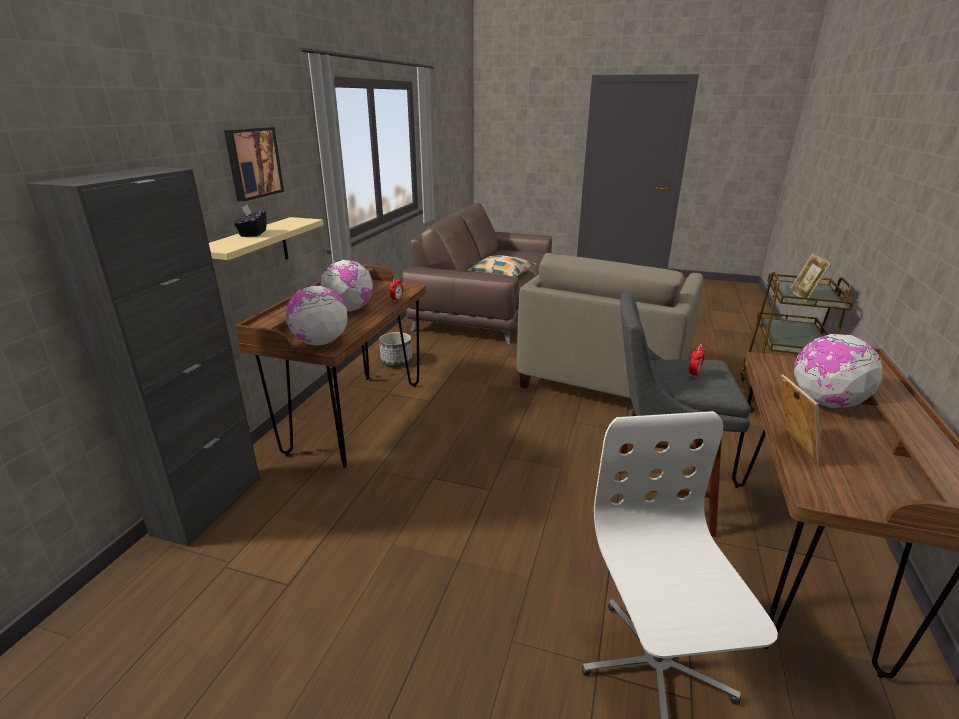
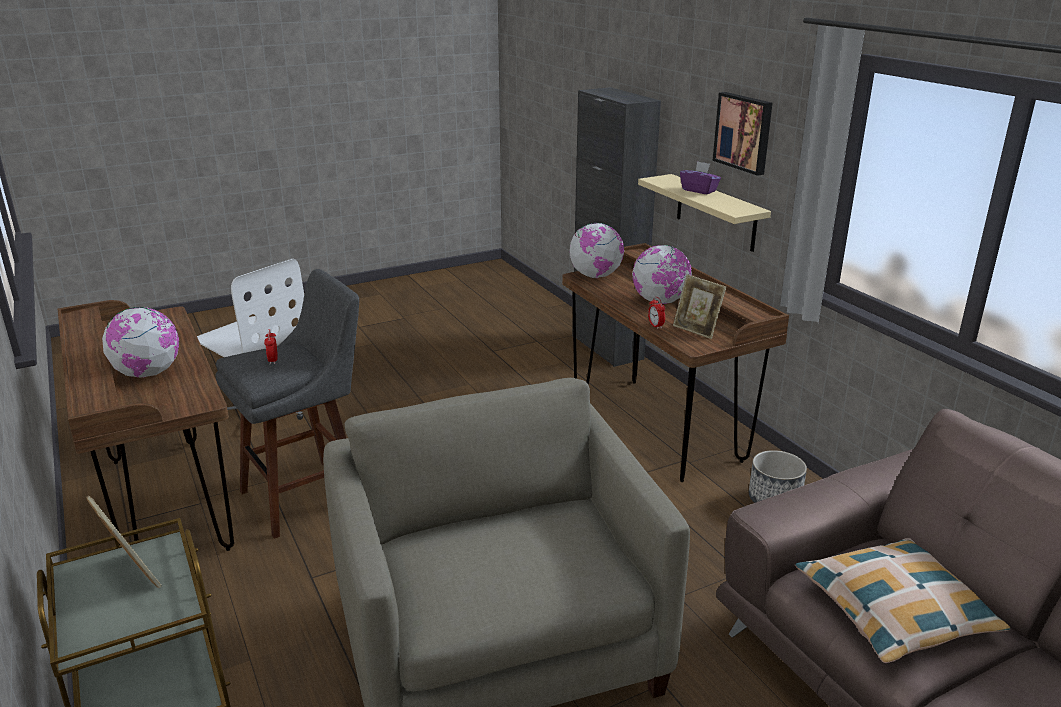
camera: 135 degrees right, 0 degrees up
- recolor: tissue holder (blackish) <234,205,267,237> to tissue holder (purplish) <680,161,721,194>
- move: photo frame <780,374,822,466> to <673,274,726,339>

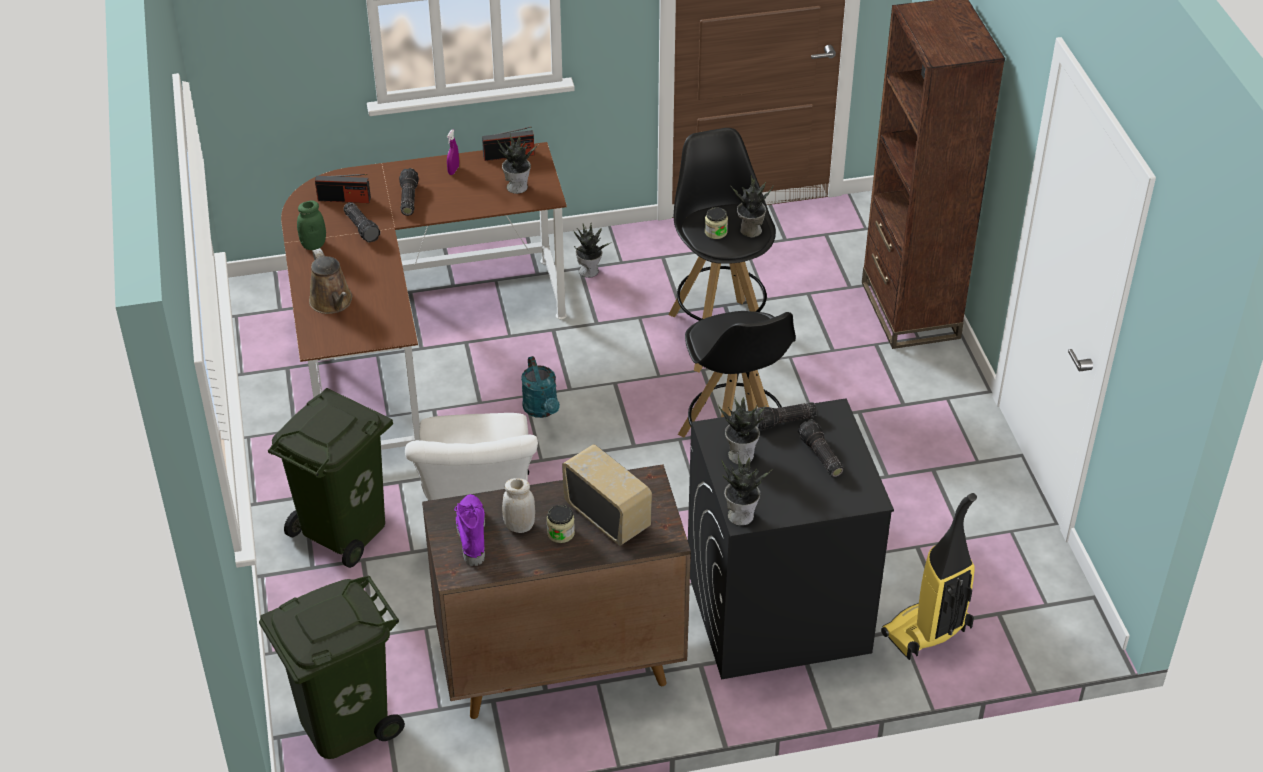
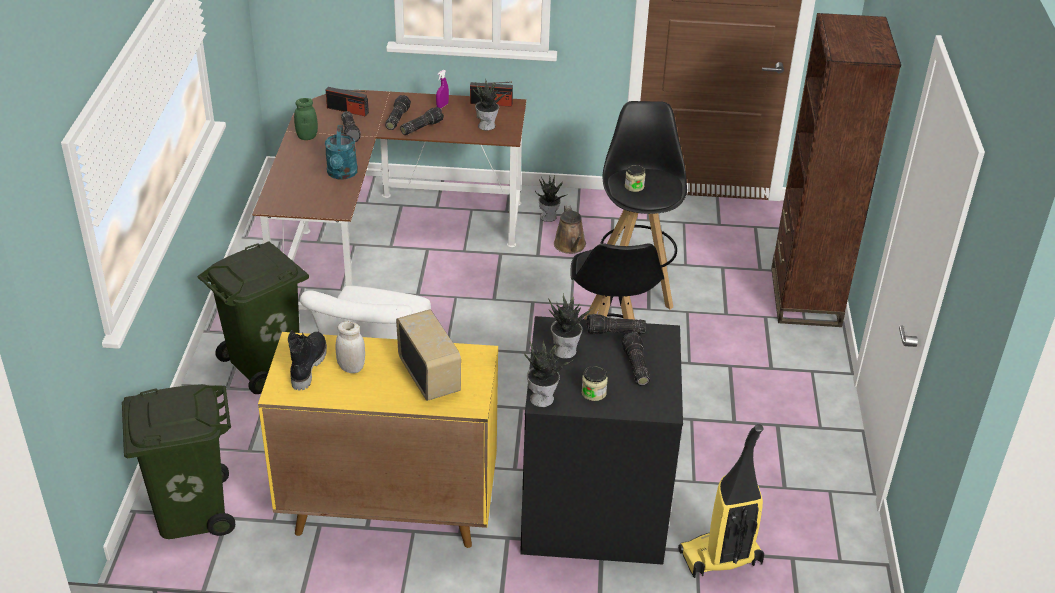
camera: 15 degrees right, 5 degrees down
- move: watering pot (brownish) <309,248,352,314> to <554,205,586,254>
- recolor: storage cabinet (brownish) <422,464,691,719> to storage cabinet (yellow) <258,332,498,548>
- recolor: boot (purplish) <454,494,485,566> to boot (blackish) <288,330,327,391>
- move: watering pot (blue-green) <521,356,560,418> to <325,125,358,180>
- move: jar <546,505,575,543> to <581,366,608,401>
- delete: potted plant <731,175,774,237>
- insert: torch <400,107,444,135>

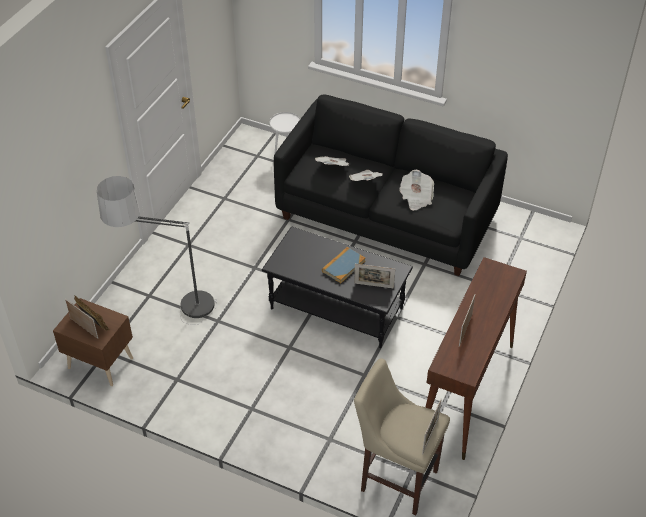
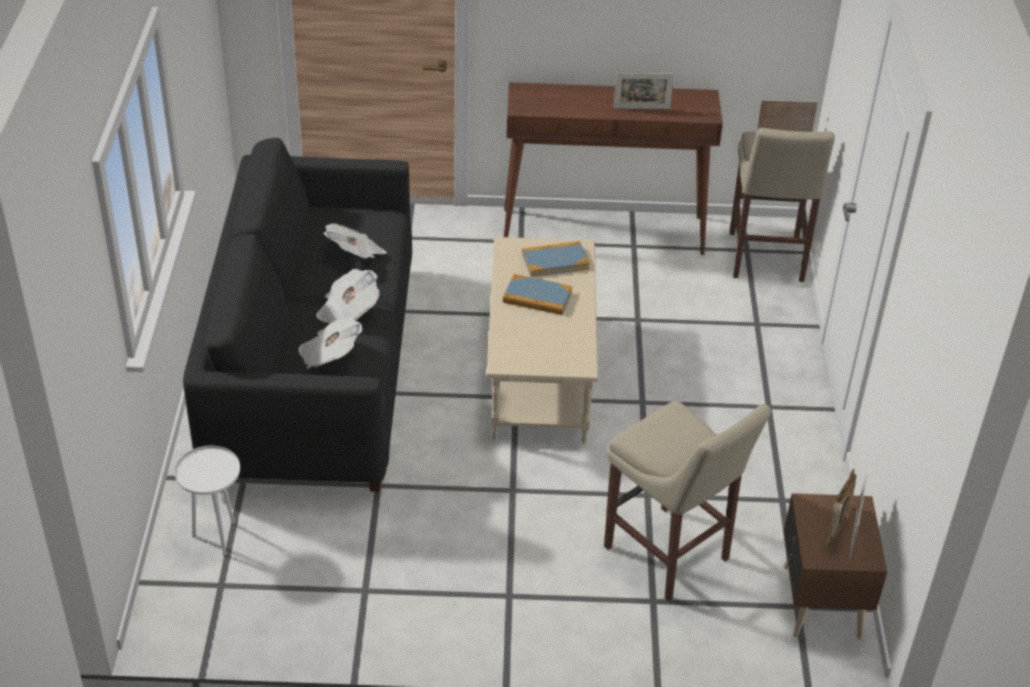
camera: 115 degrees left, 5 degrees down
- replace: standing lamp <97,176,217,325> to sitting stool (beige) <604,400,771,601>
- recolor: low table (blackish) <262,226,413,348> to low table (beige) <487,237,598,444>
- replace: photo frame <354,264,395,289> to book <522,241,590,277>

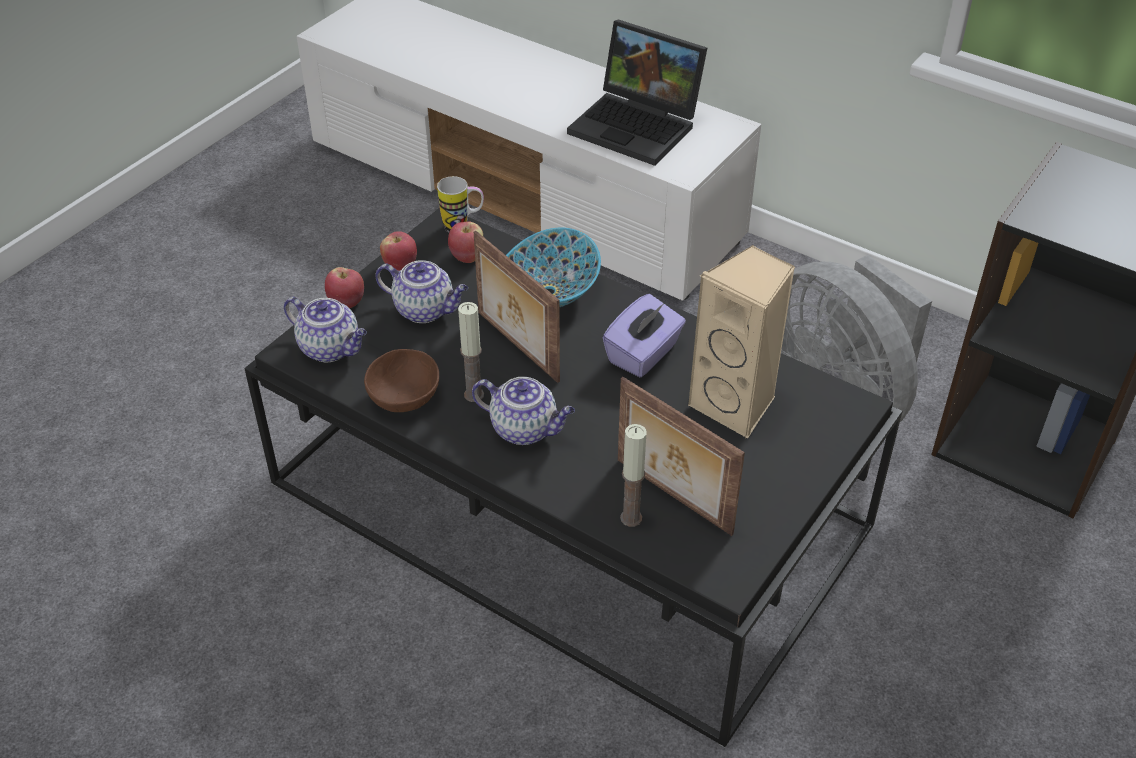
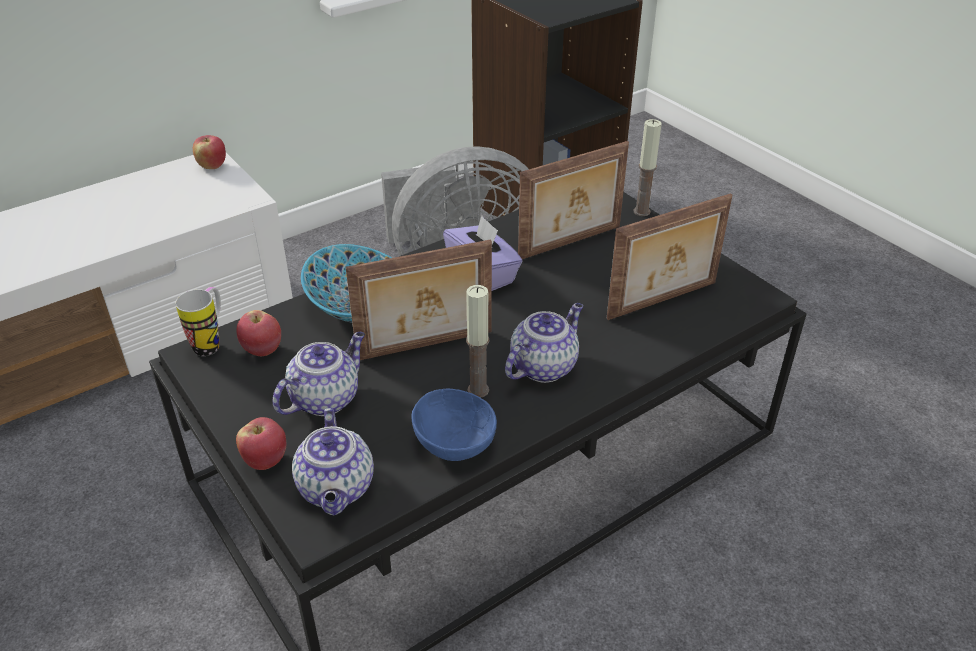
camera: 70 degrees left, 5 degrees down
- rotate: tea pot <284,297,367,363> = <292,408,374,515> 120 degrees clockwise
- recolor: serving bowl (brownish) <364,349,439,412> to serving bowl (bluish) <411,388,497,461>
- move: apple <380,231,417,271> to <193,135,226,169>
- delete: portable computer <567,19,707,166>
- move: wax candle <620,424,647,527> to <634,119,662,216>
- replace: loudspeaker (beige) <688,245,795,439> to photo frame <518,141,629,259>

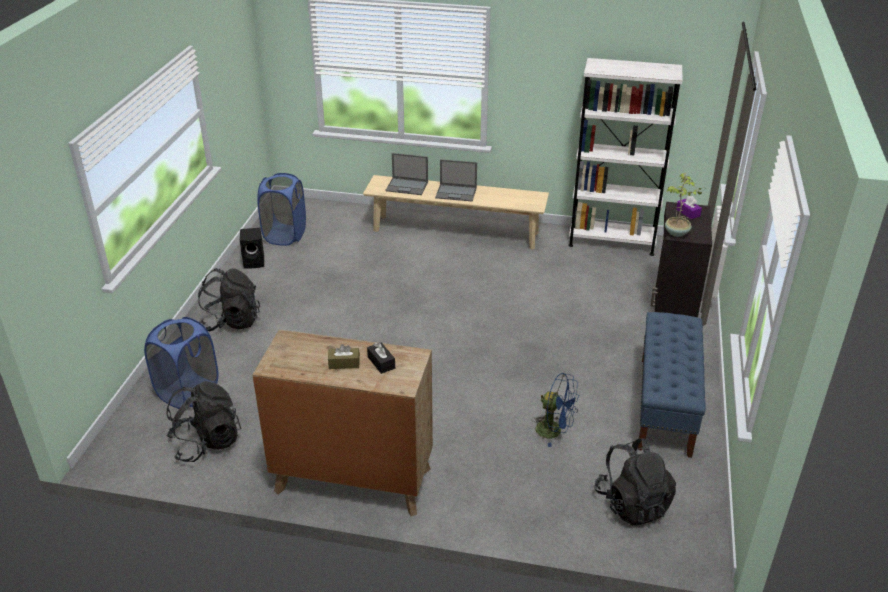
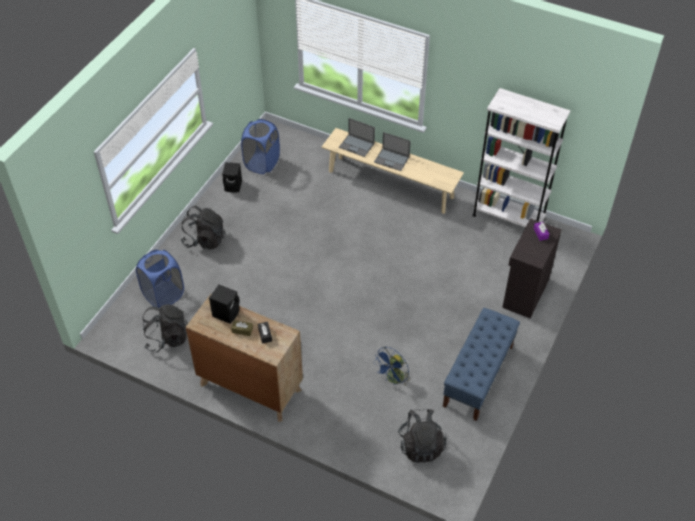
camera: 15 degrees right, 15 degrees up
- rotate: cooling fan (bluish) <532,373,579,447> = <373,346,410,385> 90 degrees clockwise
- delete: potted plant <665,173,706,237>
- insert: loudspeaker (blackish) <209,284,240,324>

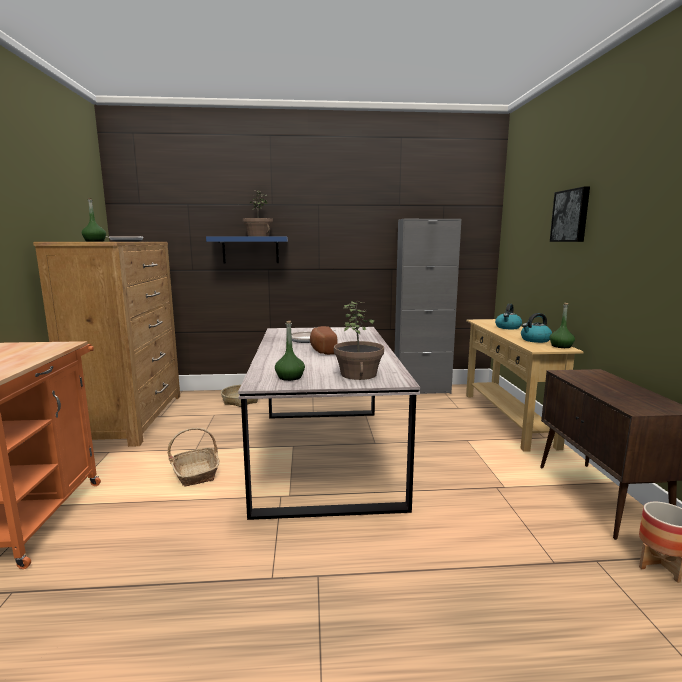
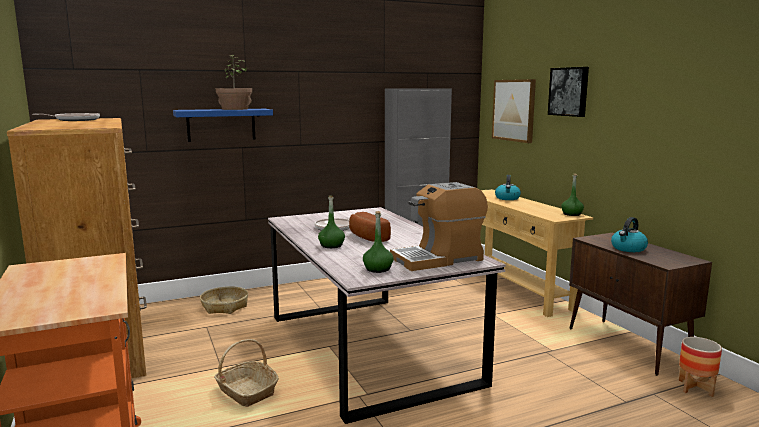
camera: 20 degrees left, 0 degrees up
- move: bottle (green) <82,198,106,241> to <318,196,345,248>
- replace: potted plant <334,301,384,380> to coffee maker <390,182,488,271>
- move: tea kettle <521,313,552,343> to <611,217,648,252>
- insert: picture <492,79,536,143>

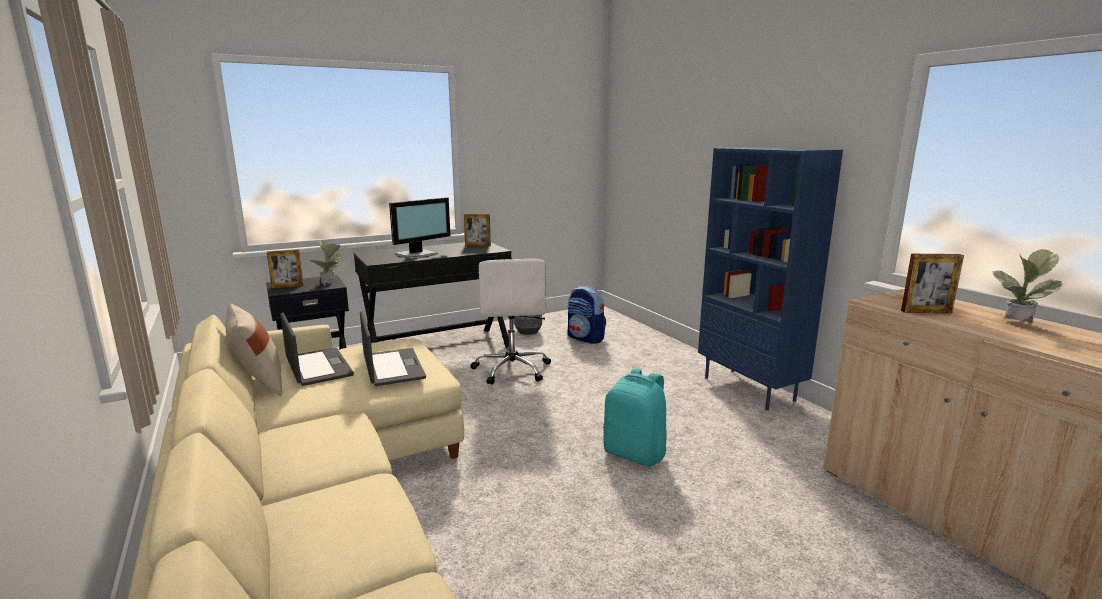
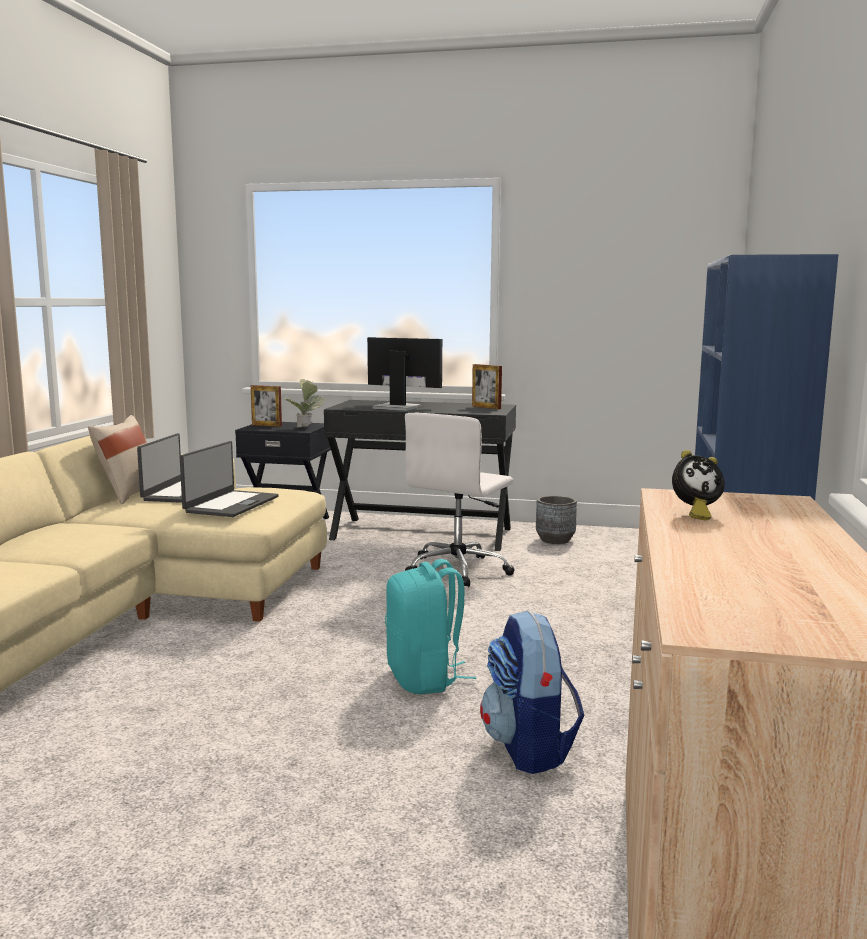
camera: 40 degrees right, 5 degrees down
- rotate: computer screen <389,197,451,259> = <367,337,442,411> 150 degrees counterclockwise
- move: backpack <568,286,606,344> to <480,610,584,774>
- replace: photo frame <901,254,964,313> to table clock <672,450,725,521>
- delete: potted plant <992,249,1063,323>

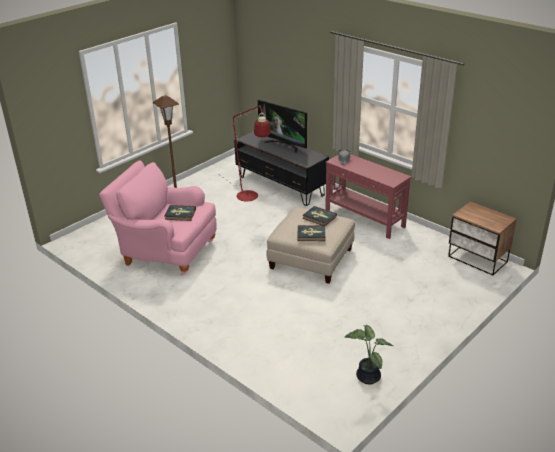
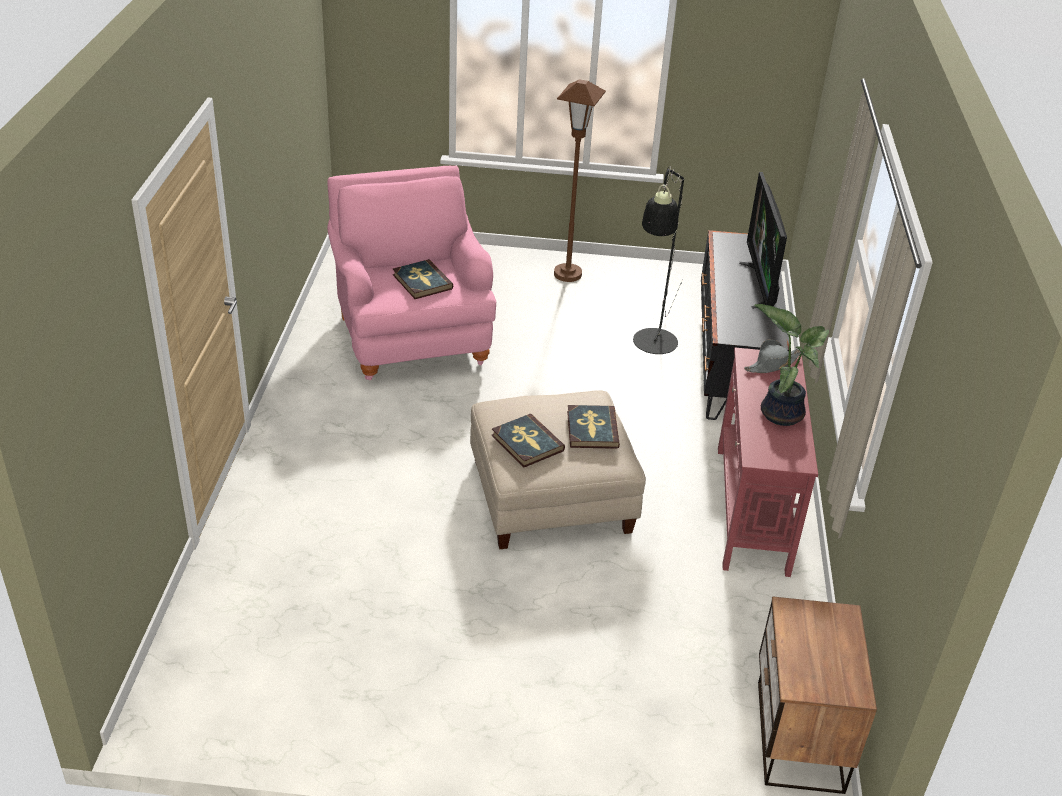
camera: 50 degrees right, 5 degrees up
- recolor: standing lamp (red-coloured) <217,105,271,201> to standing lamp (blackish) <633,166,685,354>
- move: potted plant <345,325,394,384> to <754,304,829,426>

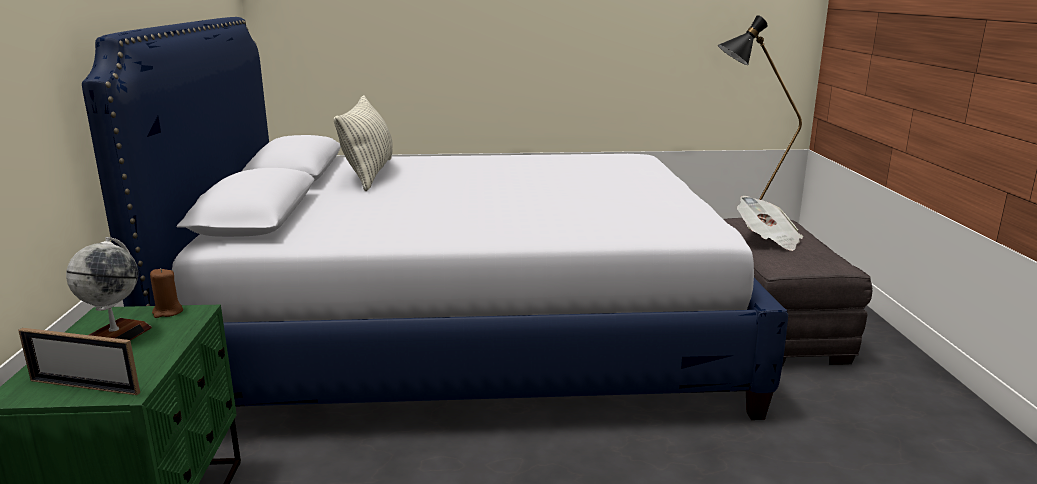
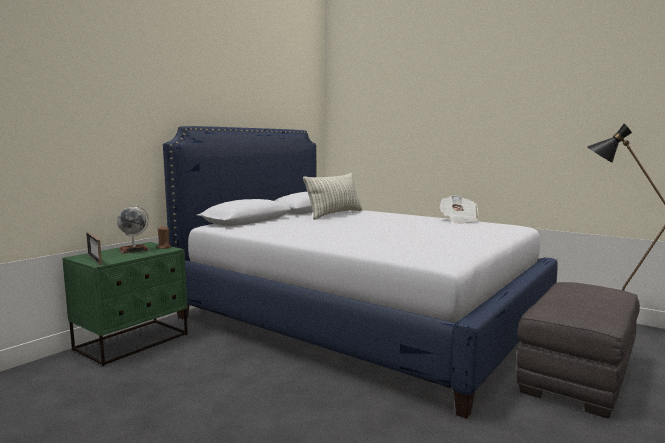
camera: 40 degrees right, 10 degrees down
- move: daily paper <737,196,803,251> to <439,195,479,224>

